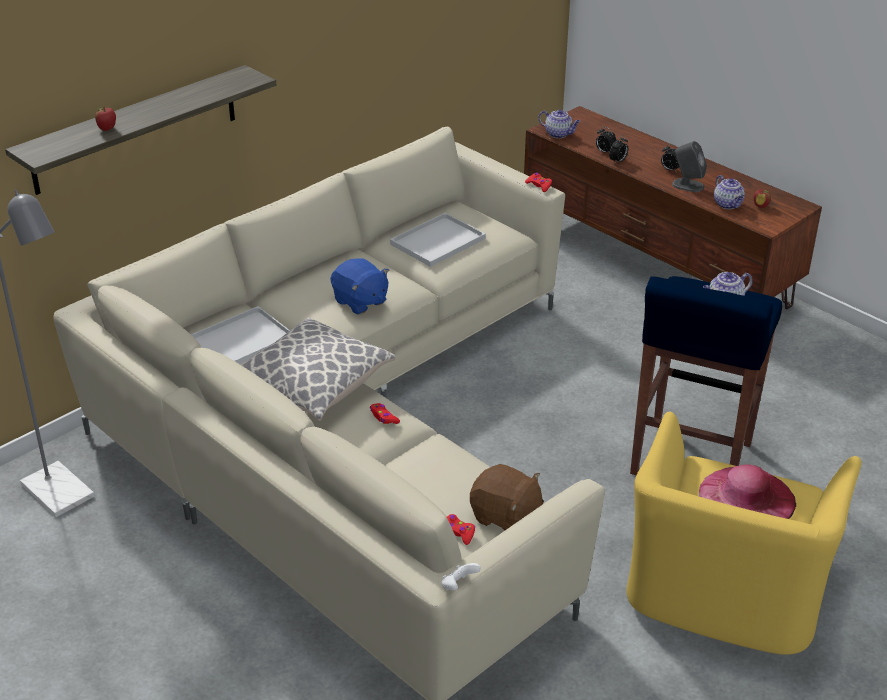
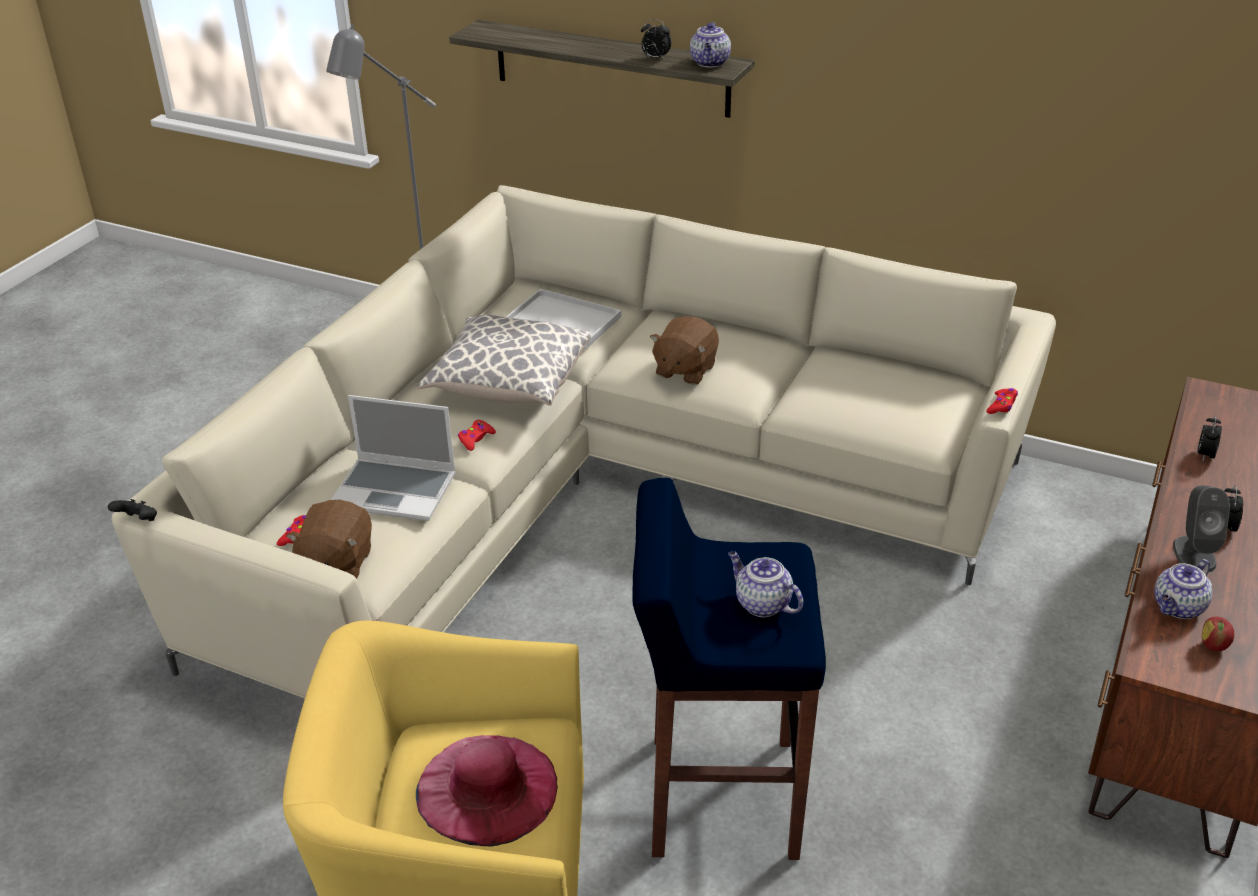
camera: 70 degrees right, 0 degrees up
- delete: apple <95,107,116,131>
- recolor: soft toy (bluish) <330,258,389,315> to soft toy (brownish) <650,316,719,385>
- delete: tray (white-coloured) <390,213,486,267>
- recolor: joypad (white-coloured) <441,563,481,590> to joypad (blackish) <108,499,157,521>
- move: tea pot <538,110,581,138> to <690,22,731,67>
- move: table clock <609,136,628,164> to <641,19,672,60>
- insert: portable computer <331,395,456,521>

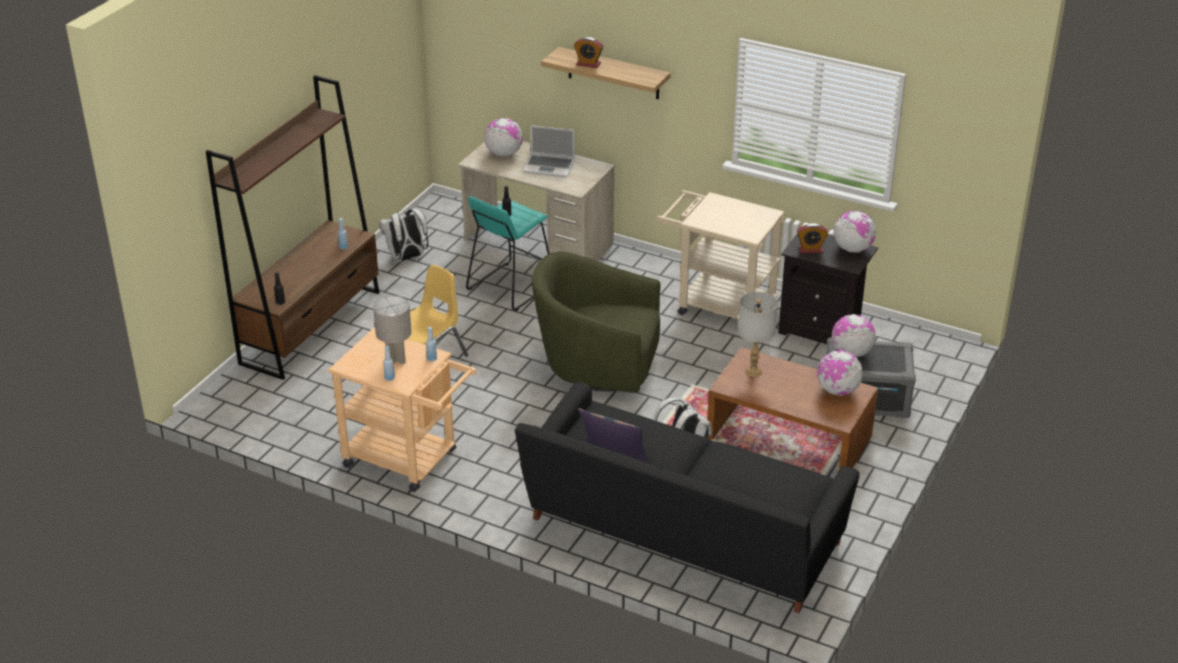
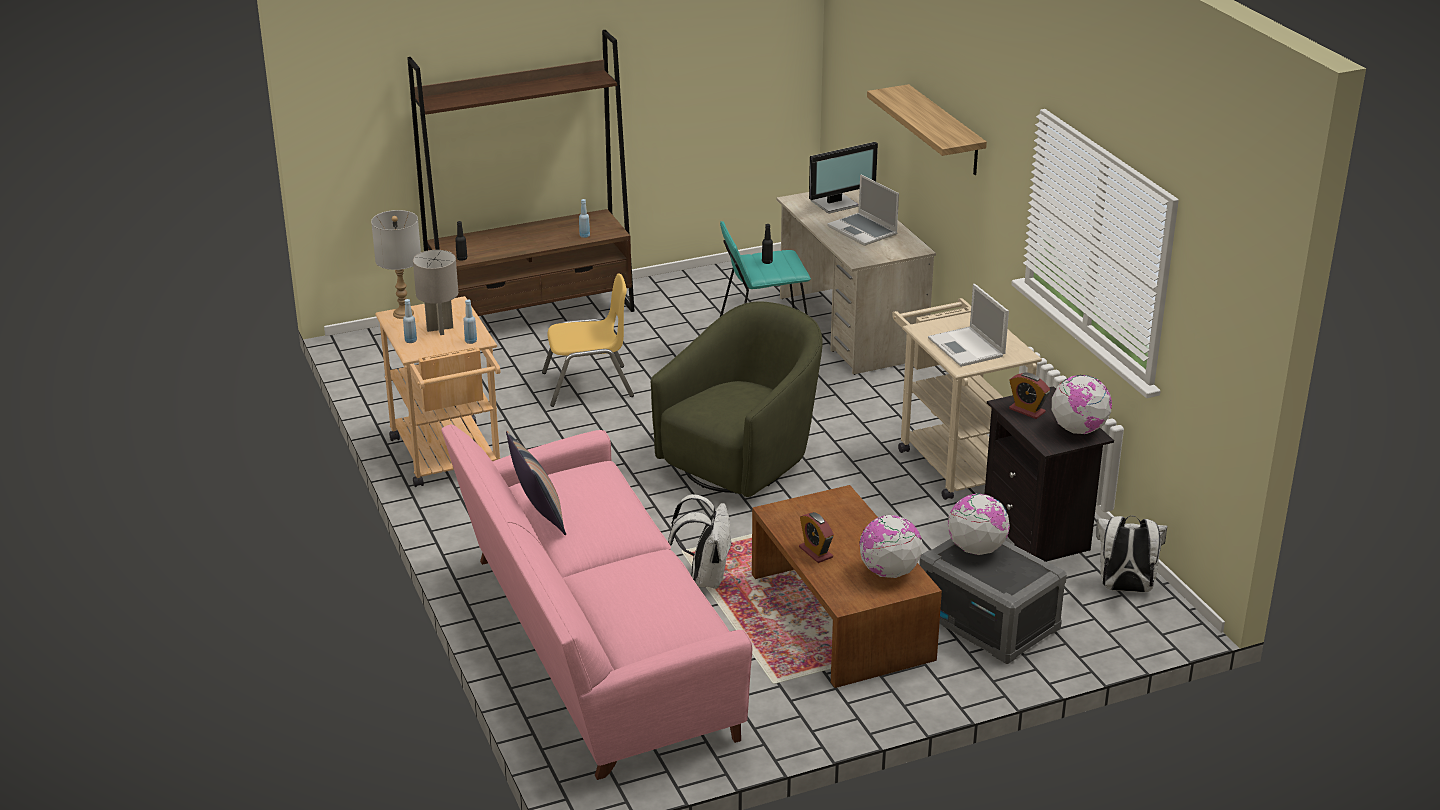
camera: 40 degrees right, 5 degrees down
- move: backpack (white-coloured) <379,209,428,262> to <1096,516,1167,593>
- replace: desk globe <484,118,523,157> to computer screen <809,142,878,214>
- recolor: sofa (blackish) <515,382,860,613> to sofa (pink) <441,424,752,780>
- rotate: armchair (green) <532,252,661,393> = <651,301,822,497> 75 degrees clockwise
- move: table clock <574,37,603,68> to <799,512,834,563>
- move: lamp for a table (grey) <738,292,778,377> to <371,210,421,319>
- insert: portable computer <928,284,1009,367>

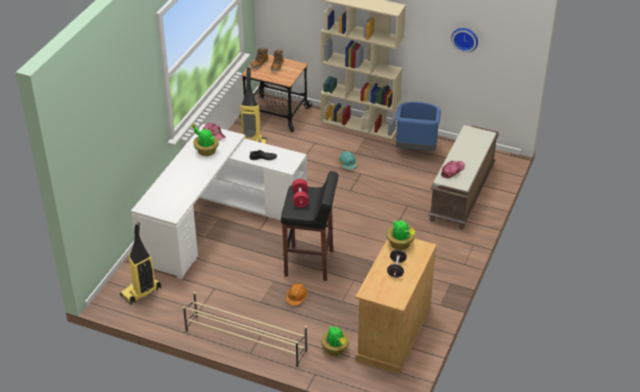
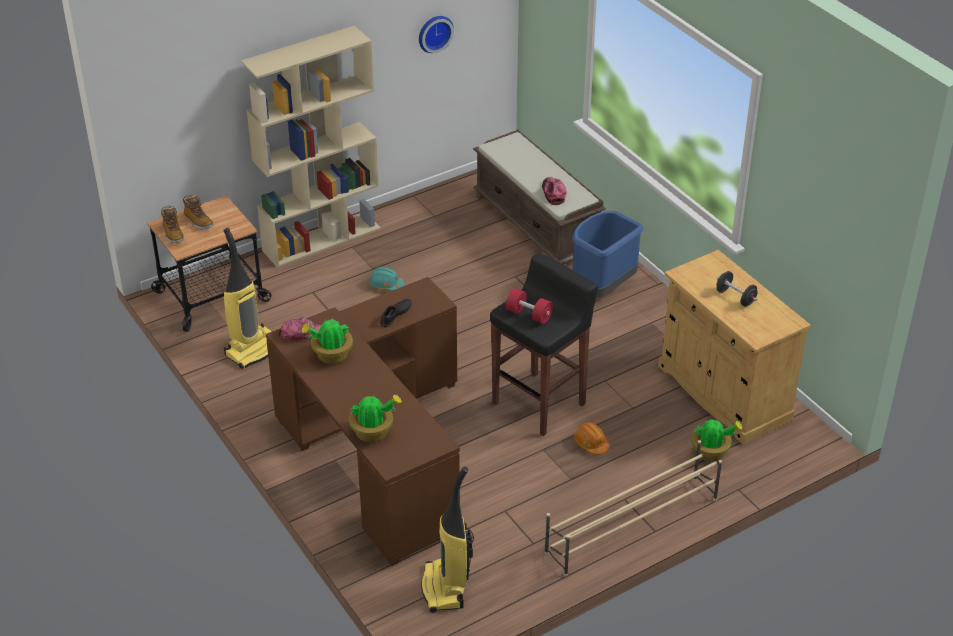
camera: 55 degrees left, 0 degrees up
- recolor: desk unit (white-coloured) <131,124,307,279> to desk unit (brownish) <266,277,460,566>
- move: potted plant <387,220,415,250> to <349,394,402,443>
- move: rubbish bin (bluish) <396,102,441,151> to <572,211,643,297>

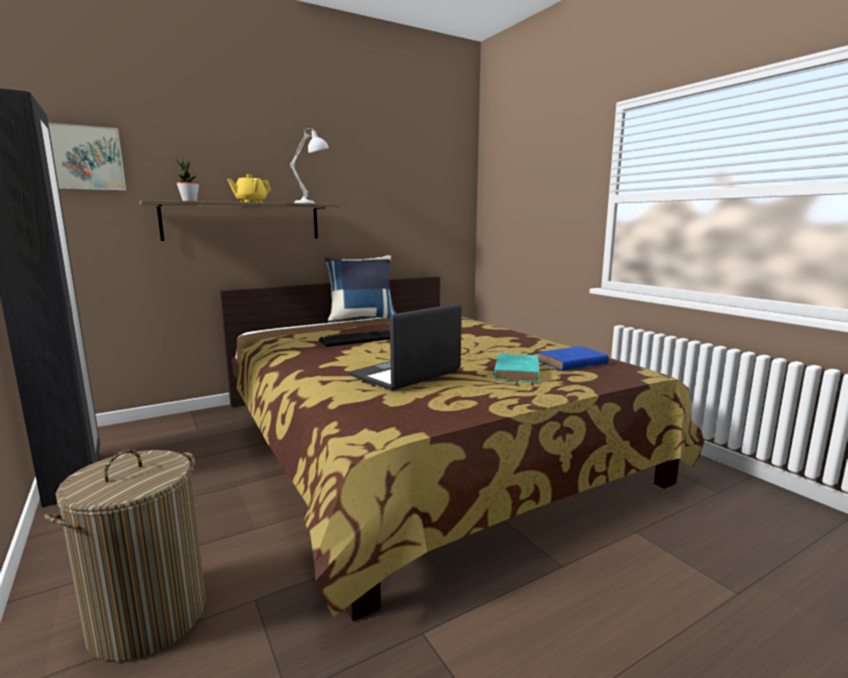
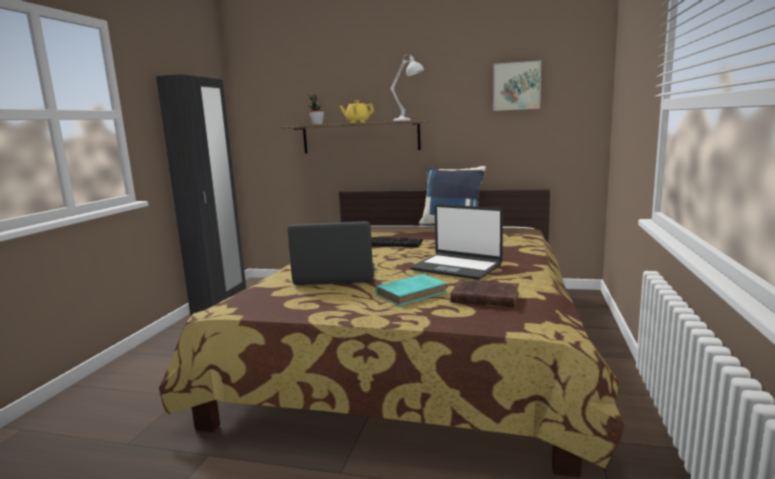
camera: 45 degrees right, 0 degrees up
- delete: laundry basket <44,450,206,661>
- move: picture <48,123,126,191> to <493,60,541,111>
- recolor: book (bluish) <538,346,608,371> to book (brownish) <450,280,519,307>
- insert: portable computer <411,204,503,280>

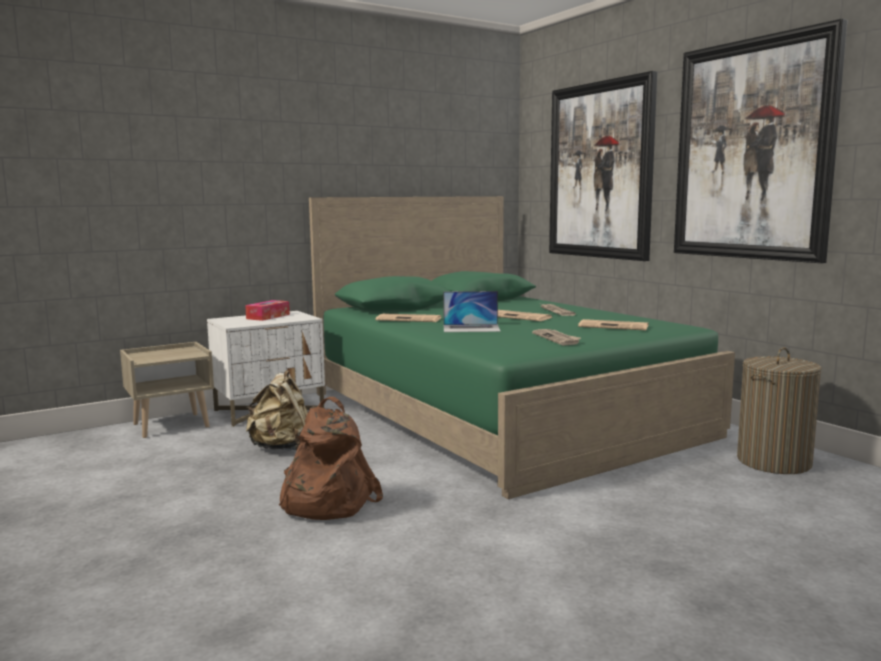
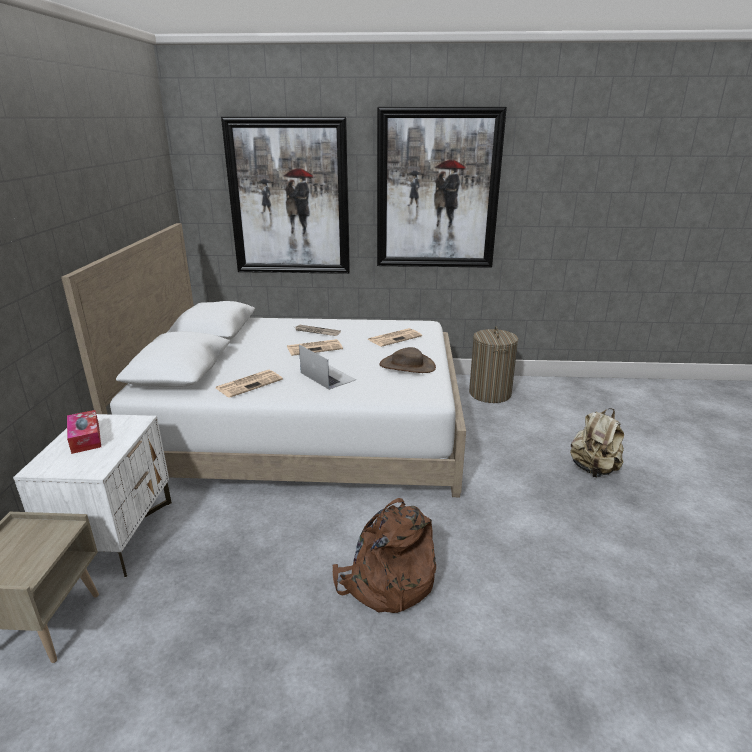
camera: 55 degrees left, 15 degrees up
- move: backpack (beige) <246,370,308,451> to <570,408,624,478>
- recolor: bedroom bed (green) <309,196,735,499> to bedroom bed (white-coloured) <61,223,466,497>
- rotate: portable computer <443,291,501,332> = <299,345,356,390> 75 degrees counterclockwise
- replace: daily paper <532,329,581,345> to wearable hat (brownish) <379,347,436,373>

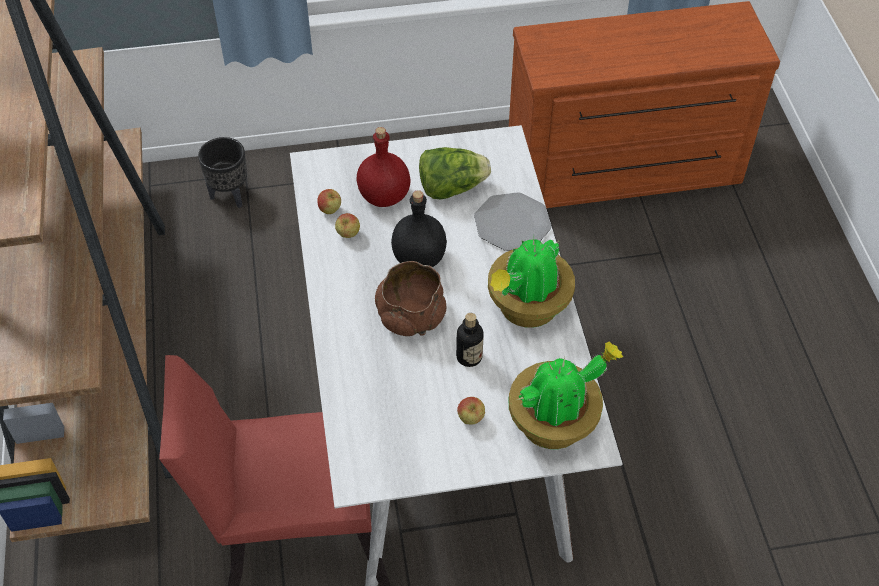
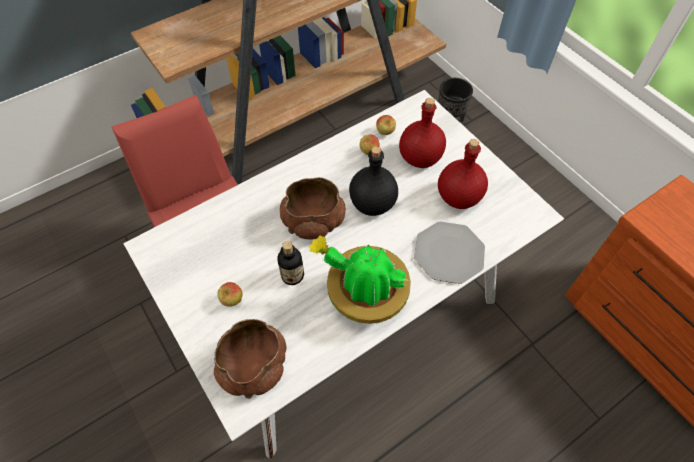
camera: 65 degrees right, 5 degrees up
- replace: lettuce <419,147,491,199> to bottle (red-coloured) <438,139,488,209>
- replace: potted plant <509,341,623,449> to serving bowl (brownish) <214,319,286,399>

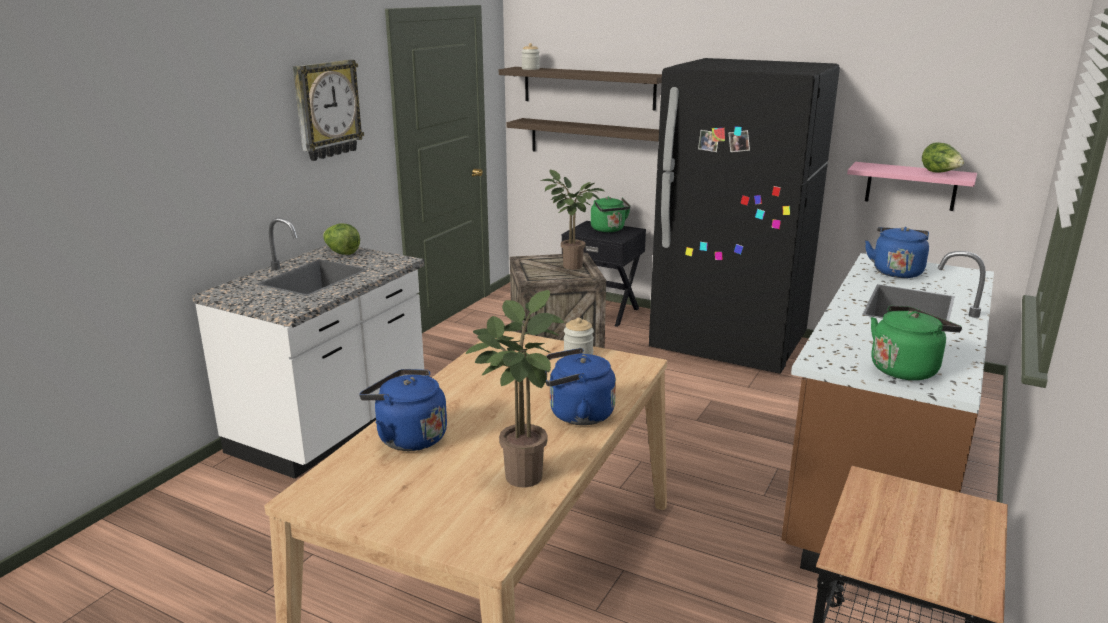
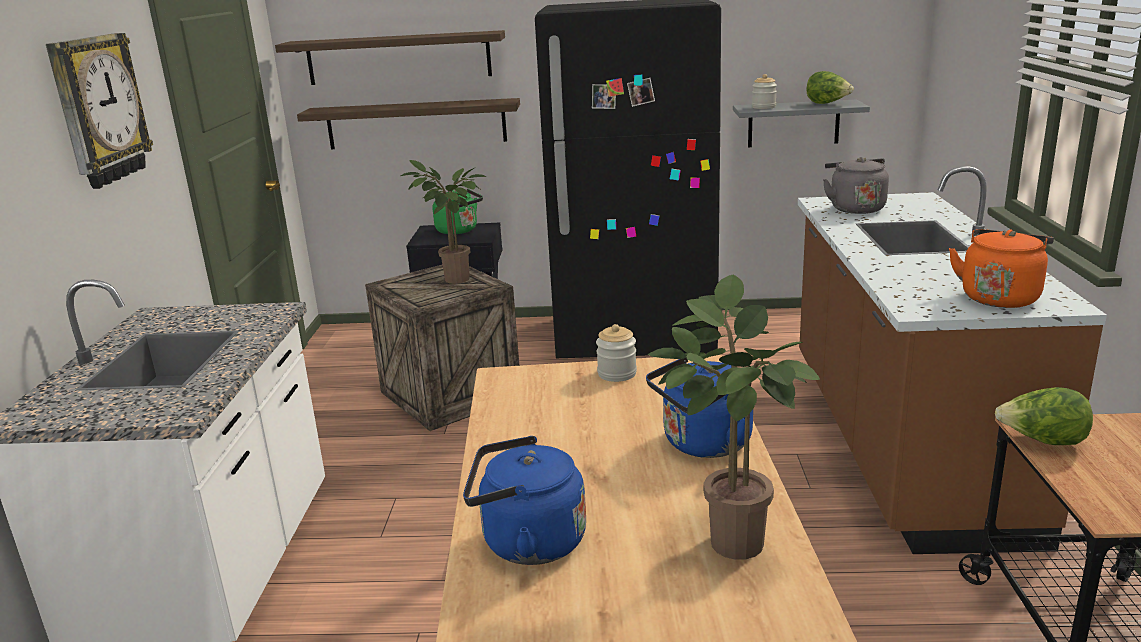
camera: 25 degrees left, 0 degrees up
- move: lettuce <323,224,360,255> to <995,387,1093,445>
- move: jar <522,43,540,70> to <752,74,777,109>
- recolor: shelf (pink) <847,162,977,211> to shelf (grey) <733,99,870,147>
- recolor: tea kettle (bluish) <865,227,929,278> to tea kettle (grey) <823,157,889,214>
- recolor: tea kettle (green) <871,306,962,380> to tea kettle (orangey) <949,229,1054,308>

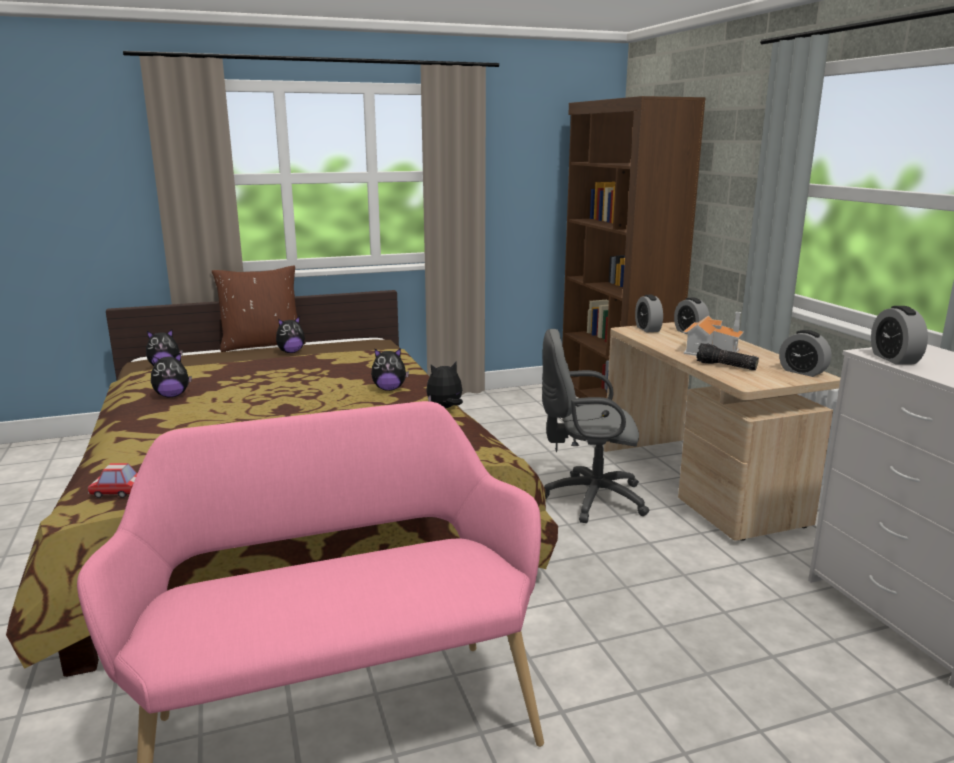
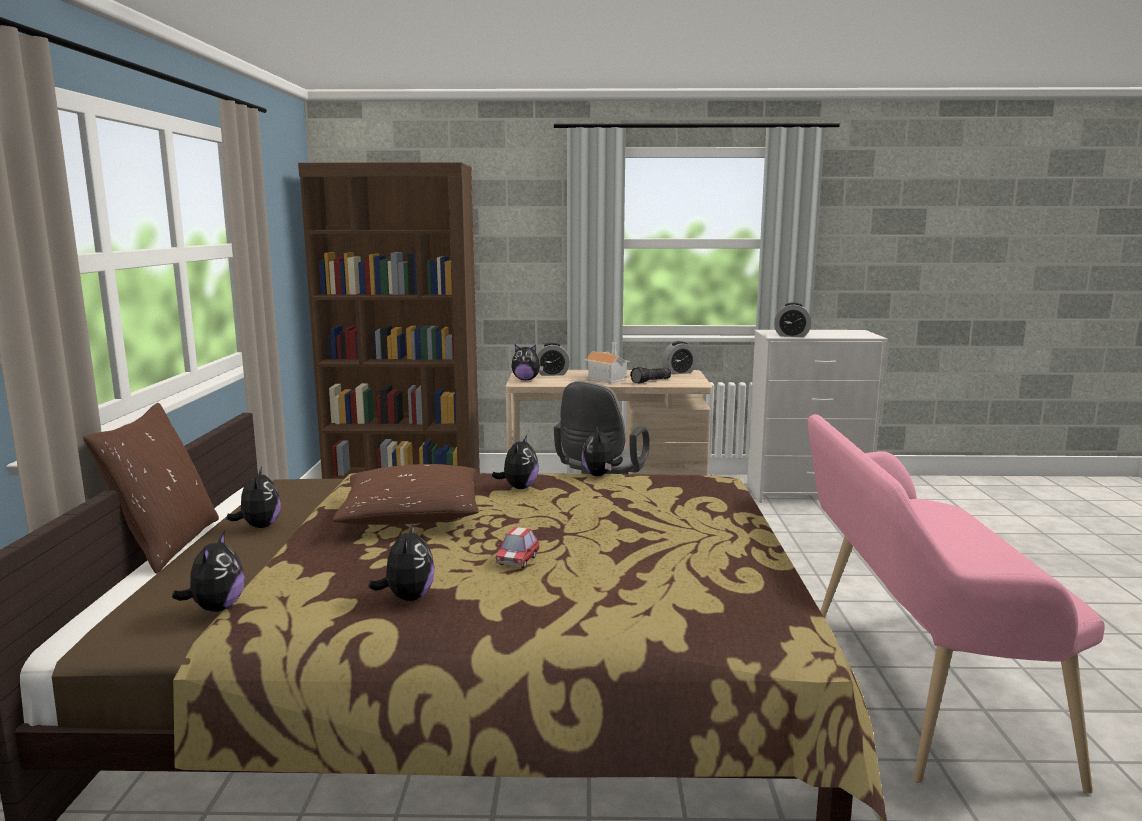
camera: 70 degrees left, 5 degrees down
- move: toy car <88,463,137,498> to <495,527,540,568>
- replace: table clock <635,295,663,332> to soft toy <512,345,544,380>
- insert: pillow (brownish) <333,464,479,525>

